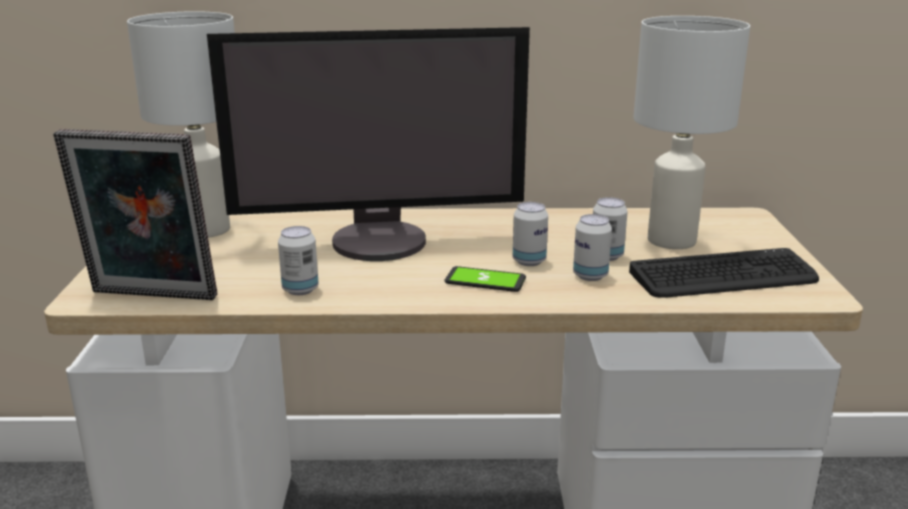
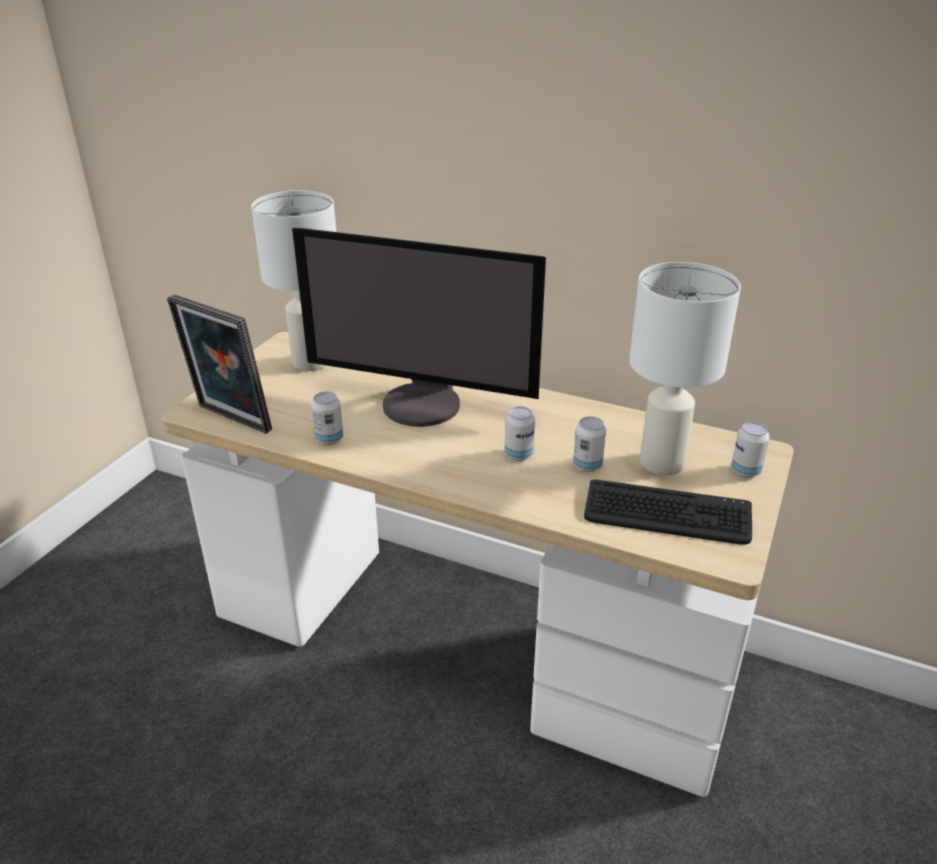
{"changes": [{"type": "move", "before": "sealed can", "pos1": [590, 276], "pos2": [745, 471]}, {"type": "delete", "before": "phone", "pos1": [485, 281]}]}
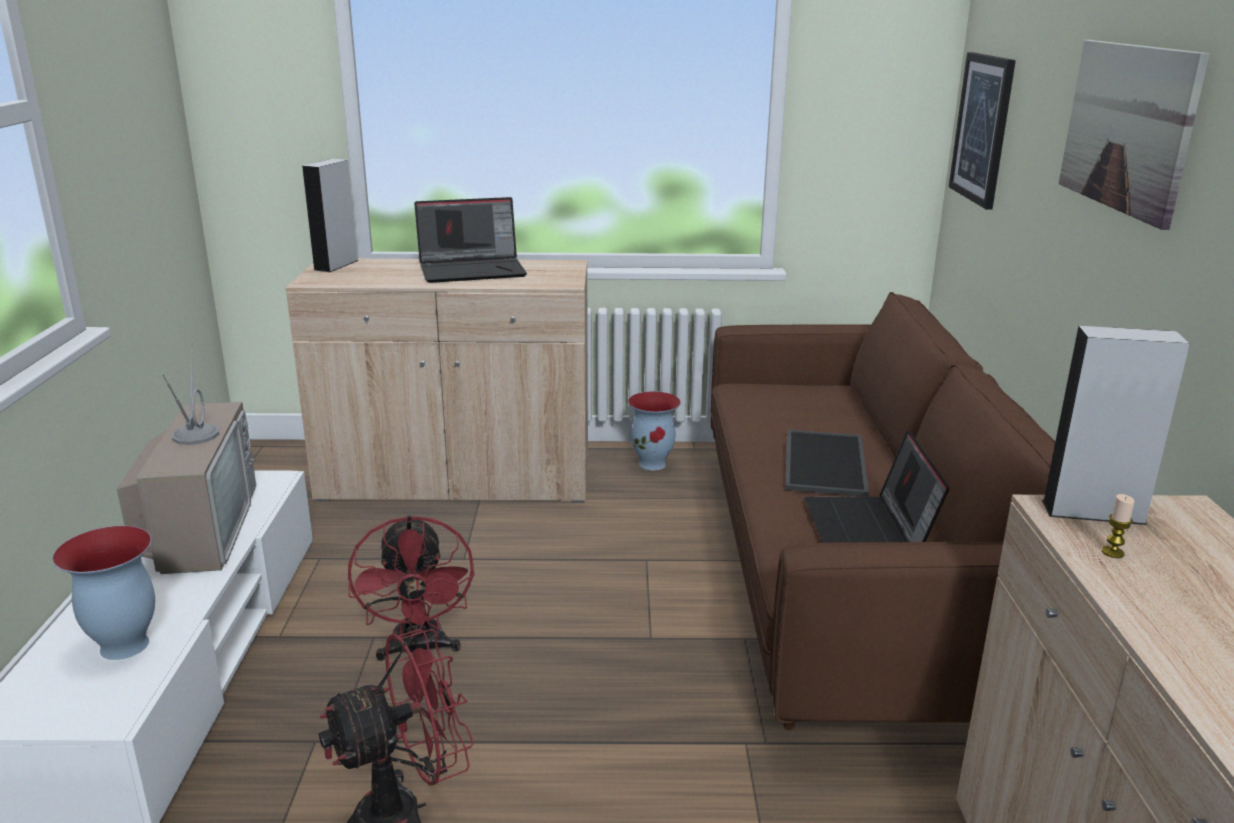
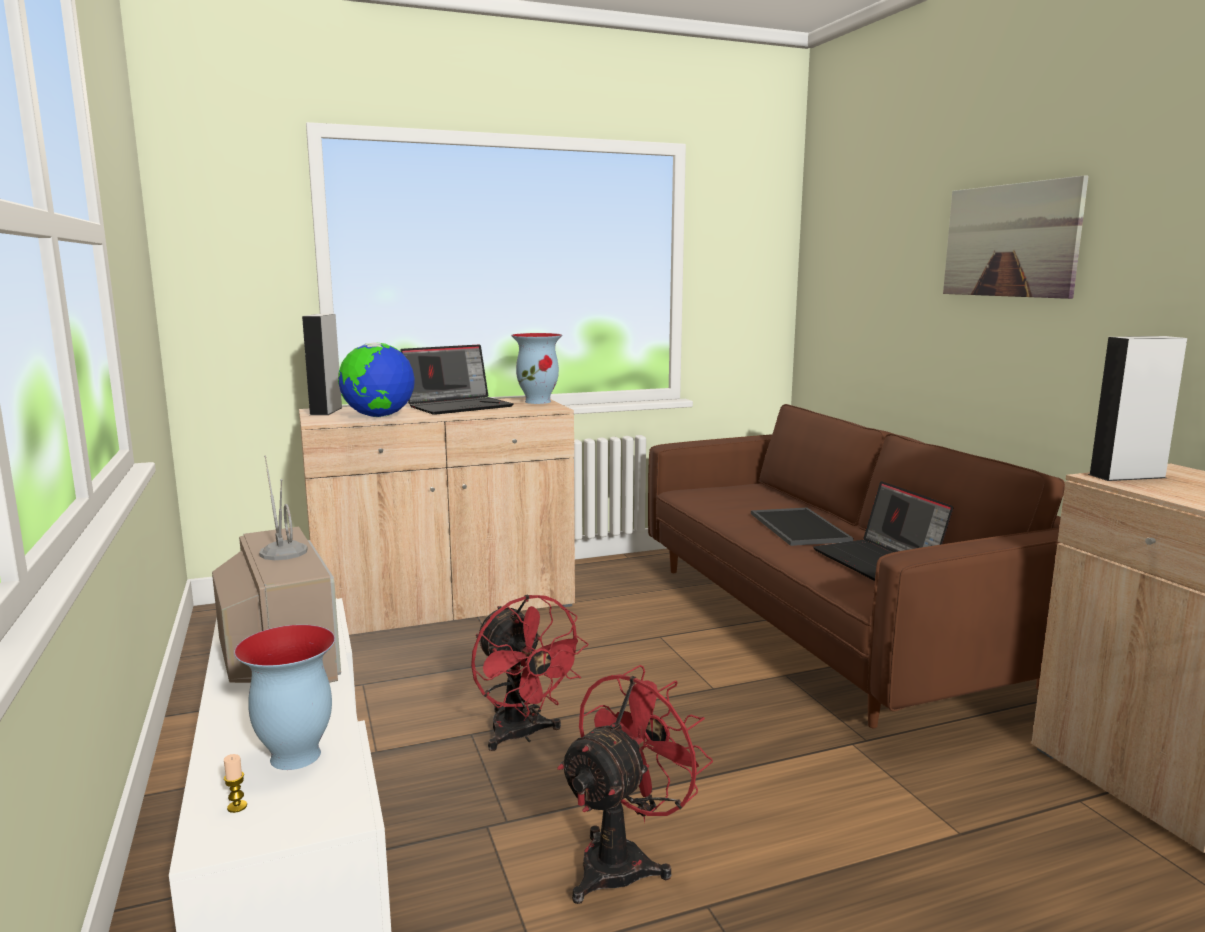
{"changes": [{"type": "delete", "before": "wall picture", "pos1": [982, 128]}, {"type": "move", "before": "vase", "pos1": [653, 464], "pos2": [538, 401]}, {"type": "move", "before": "candle", "pos1": [1112, 552], "pos2": [237, 807]}, {"type": "insert", "after": "globe", "pos2": [378, 416]}]}
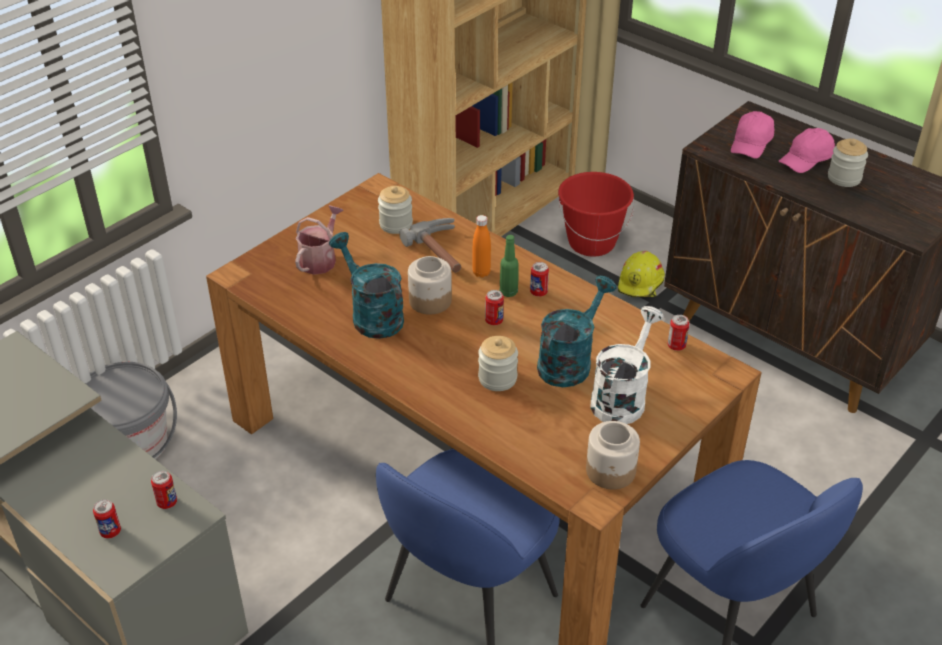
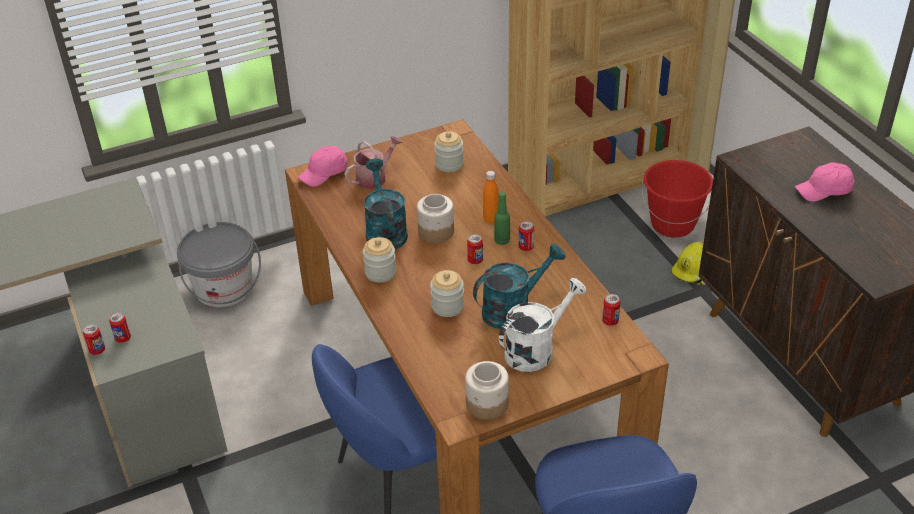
{"changes": [{"type": "move", "before": "pinkish cap", "pos1": [751, 144], "pos2": [324, 173]}, {"type": "move", "before": "preserve jar", "pos1": [844, 178], "pos2": [380, 272]}, {"type": "delete", "before": "tool hammer", "pos1": [444, 251]}, {"type": "move", "before": "sealed can", "pos1": [167, 502], "pos2": [97, 350]}]}
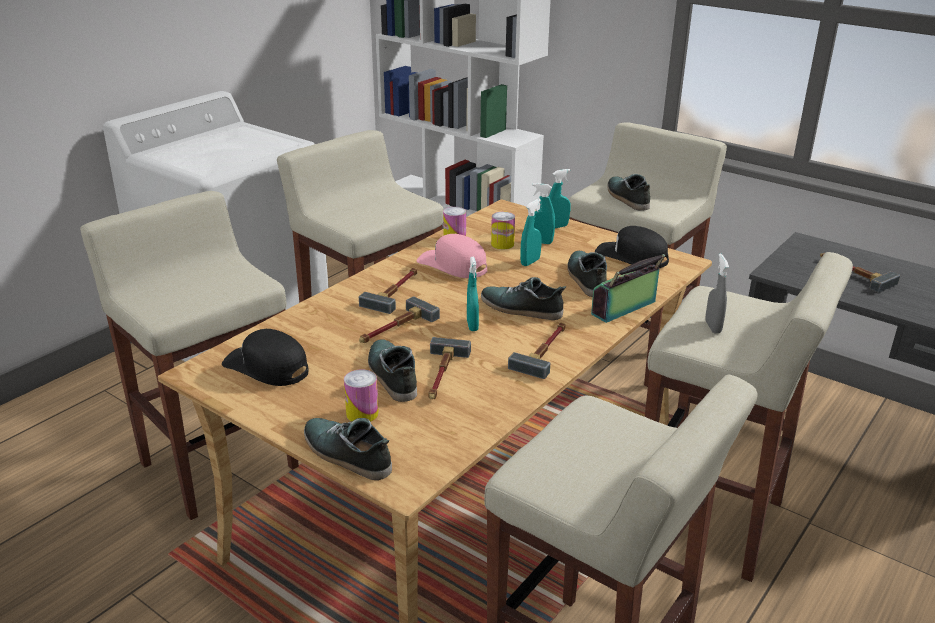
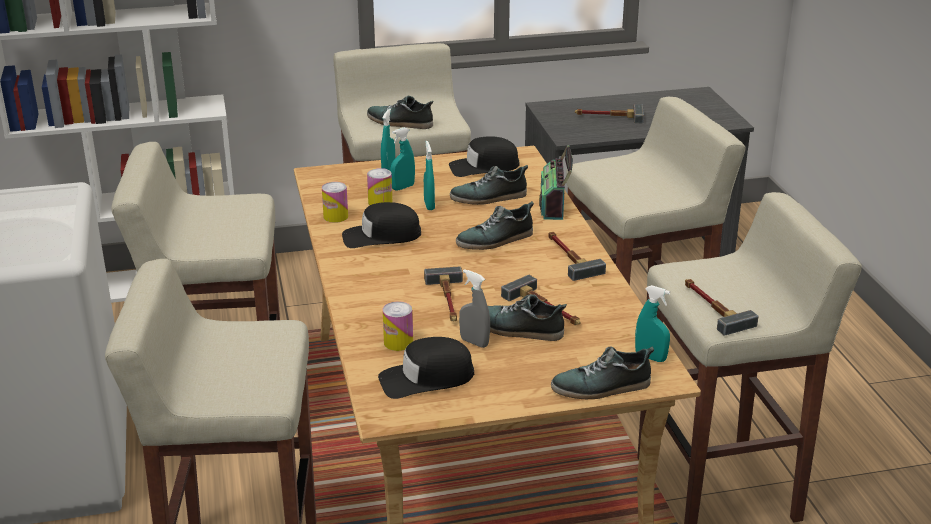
{"changes": [{"type": "recolor", "before": "pinkish cap", "after": "black-coloured cap", "pos1": [453, 265], "pos2": [381, 236]}, {"type": "rotate", "before": "item of footwear", "pos1": [585, 278], "pos2": [489, 197], "turn": -45}, {"type": "move", "before": "grey sprayer", "pos1": [713, 327], "pos2": [474, 342]}, {"type": "move", "before": "turquoise sprayer", "pos1": [472, 325], "pos2": [650, 357]}, {"type": "move", "before": "tool hammer", "pos1": [396, 291], "pos2": [712, 308]}, {"type": "move", "before": "sealed can", "pos1": [362, 414], "pos2": [398, 342]}]}
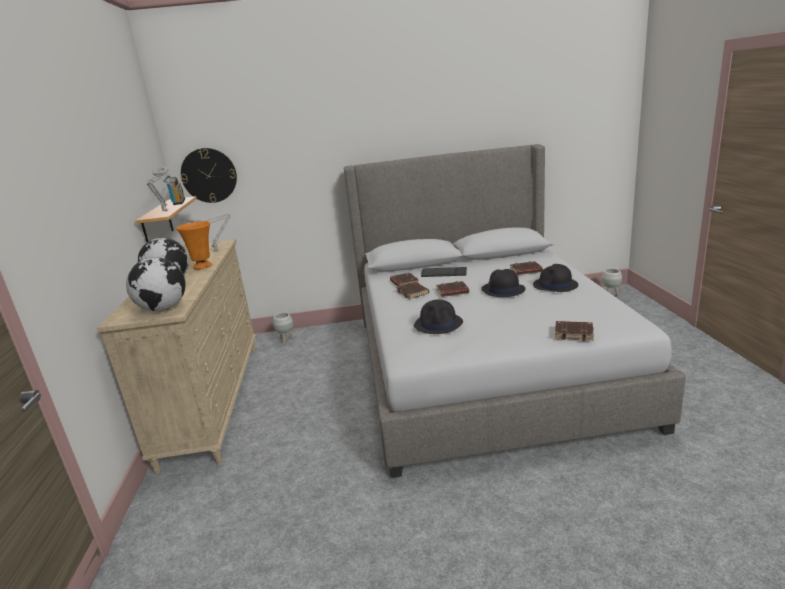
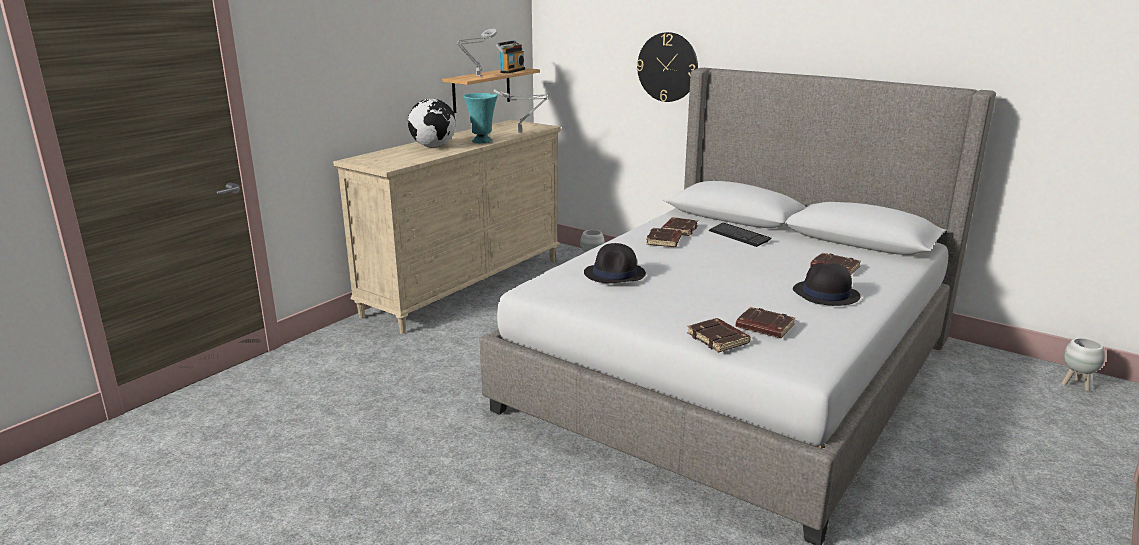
{"changes": [{"type": "move", "before": "hanging clock", "pos1": [209, 175], "pos2": [667, 67]}, {"type": "recolor", "before": "orangey vase", "after": "turquoise vase", "pos1": [203, 266], "pos2": [482, 141]}, {"type": "delete", "before": "globe", "pos1": [163, 309]}, {"type": "delete", "before": "black-coloured hat", "pos1": [502, 290]}, {"type": "move", "before": "brown bound book", "pos1": [452, 292], "pos2": [763, 327]}]}
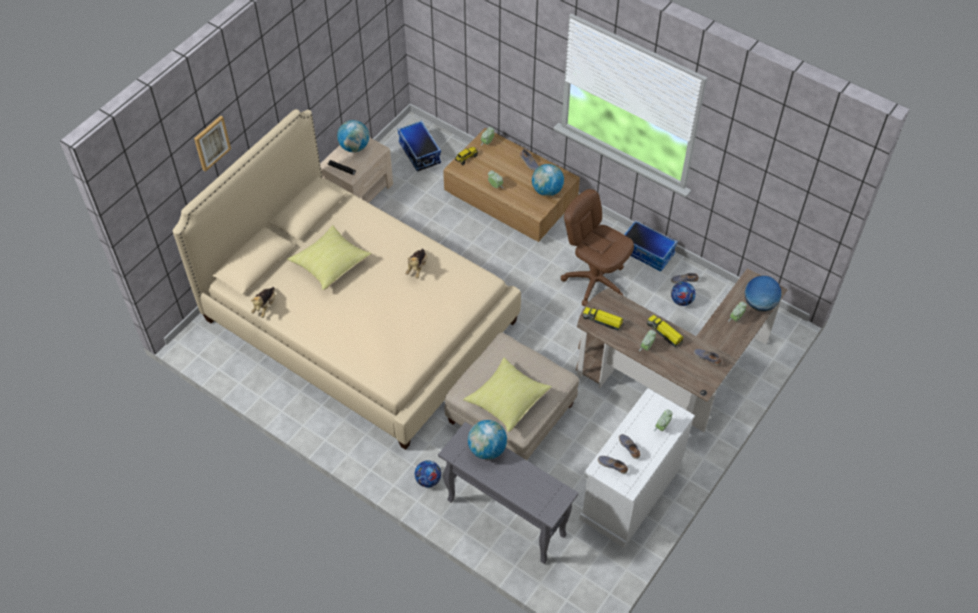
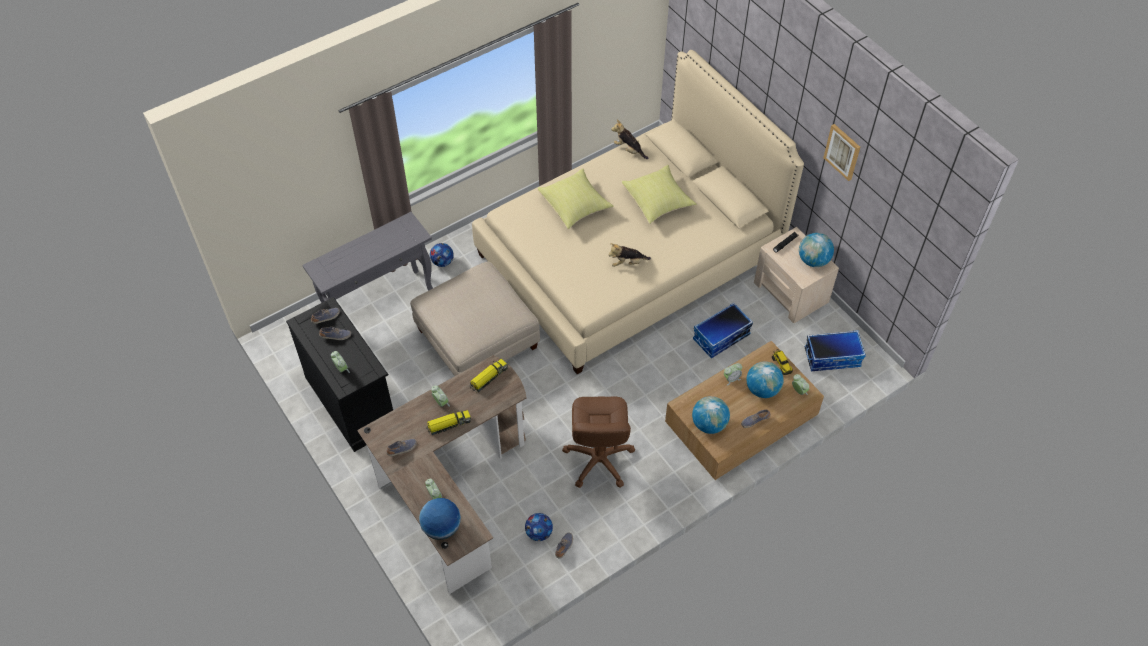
{"changes": [{"type": "move", "before": "wall picture", "pos1": [211, 143], "pos2": [842, 151]}, {"type": "rotate", "before": "brown desk chair", "pos1": [594, 281], "pos2": [598, 460], "turn": 120}, {"type": "move", "before": "storage container", "pos1": [647, 252], "pos2": [721, 337]}, {"type": "rotate", "before": "cuddly toy", "pos1": [417, 267], "pos2": [627, 263], "turn": -45}, {"type": "move", "before": "yellow-coloured pillow", "pos1": [507, 400], "pos2": [575, 206]}, {"type": "recolor", "before": "whitish drawer chest", "after": "black-coloured drawer chest", "pos1": [630, 492], "pos2": [352, 401]}, {"type": "move", "before": "globe", "pos1": [487, 449], "pos2": [762, 389]}]}
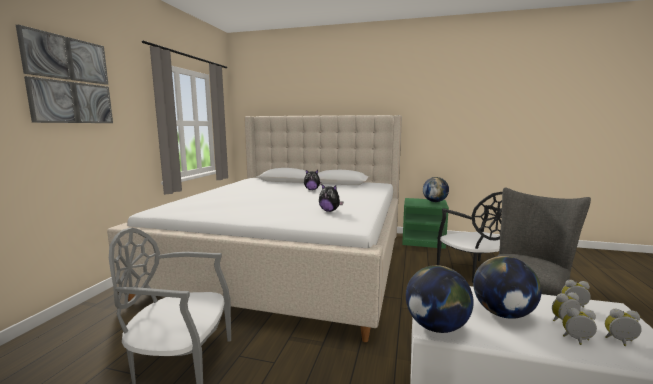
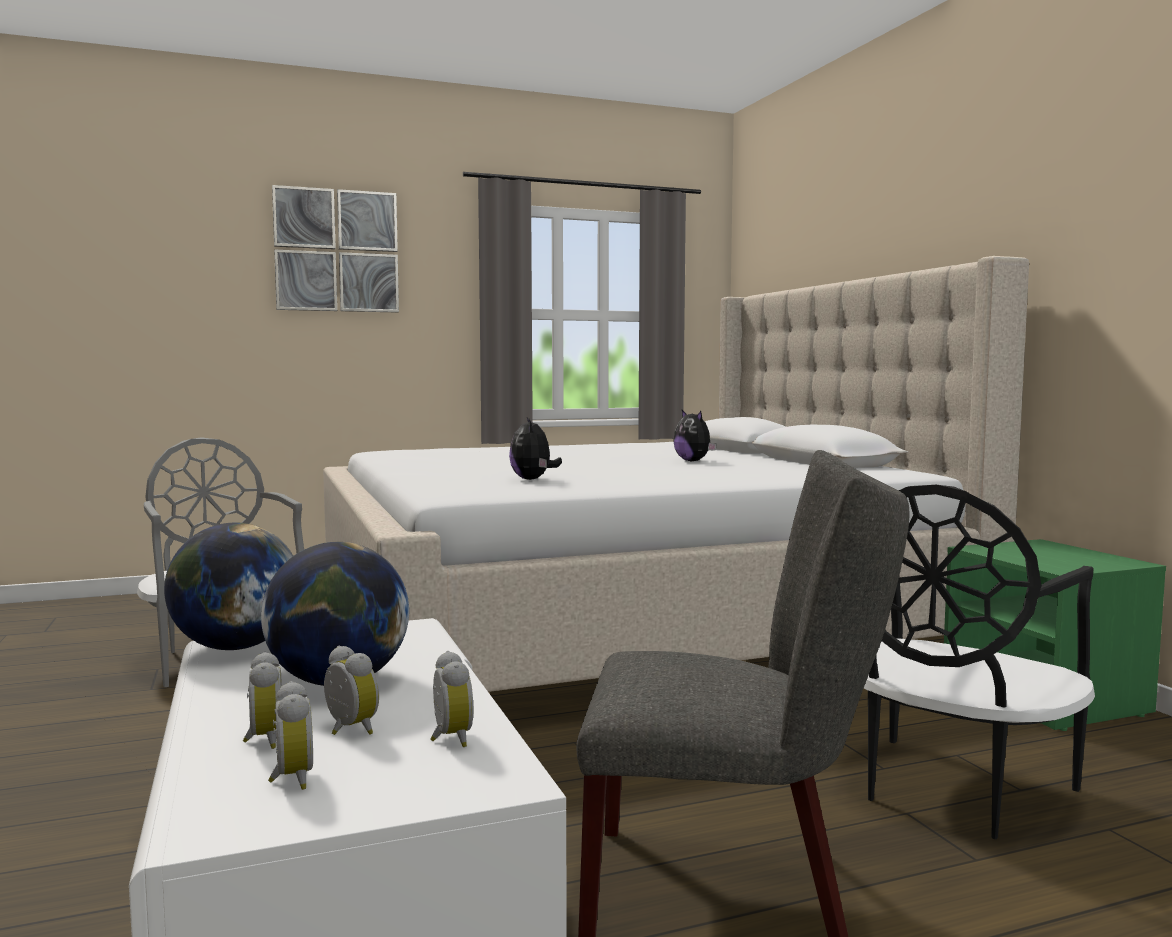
{"changes": [{"type": "delete", "before": "globe", "pos1": [434, 201]}]}
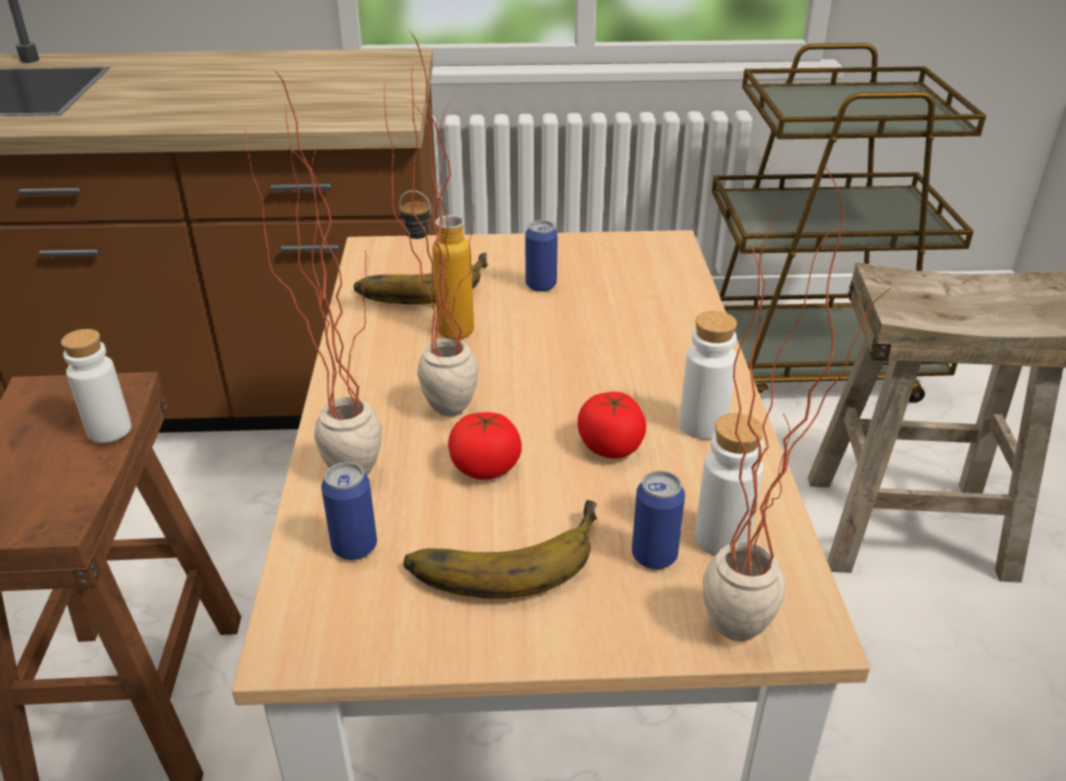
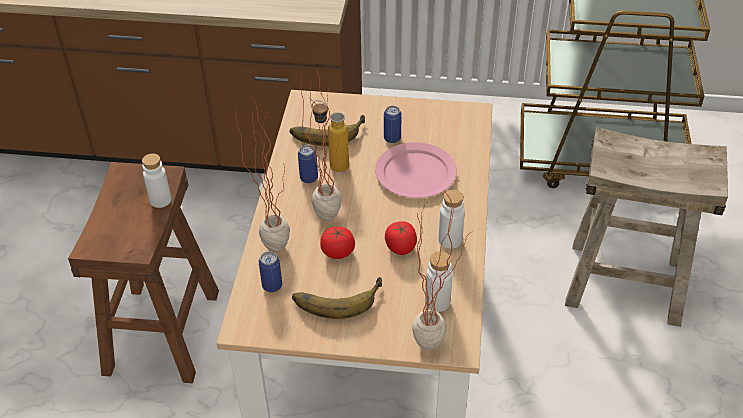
{"changes": [{"type": "move", "before": "sealed can", "pos1": [654, 556], "pos2": [309, 178]}, {"type": "insert", "after": "pinkish plate", "pos2": [416, 173]}]}
